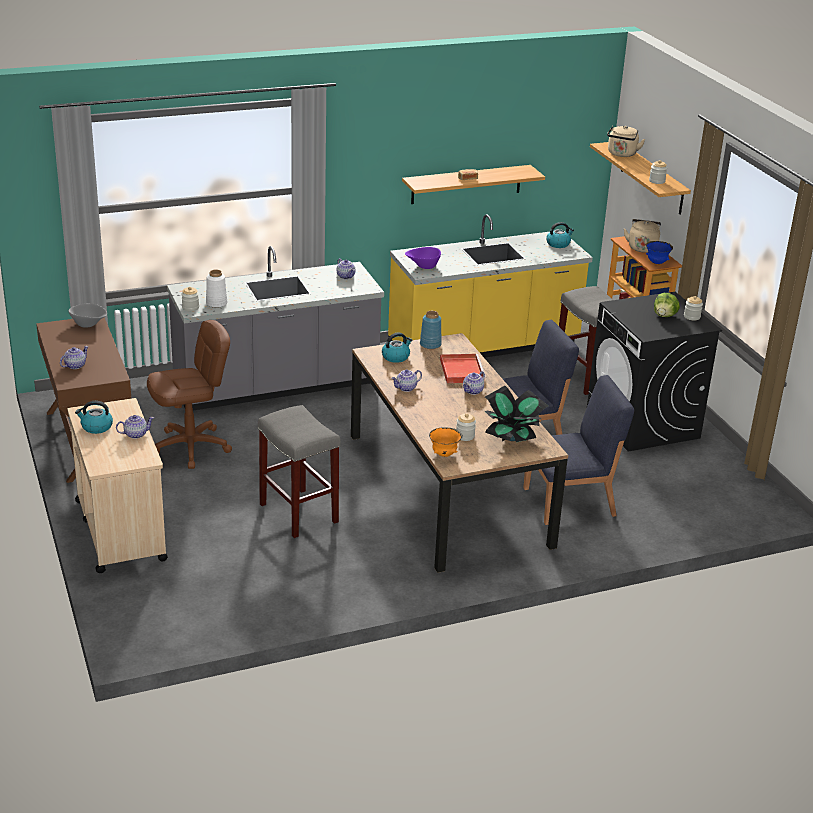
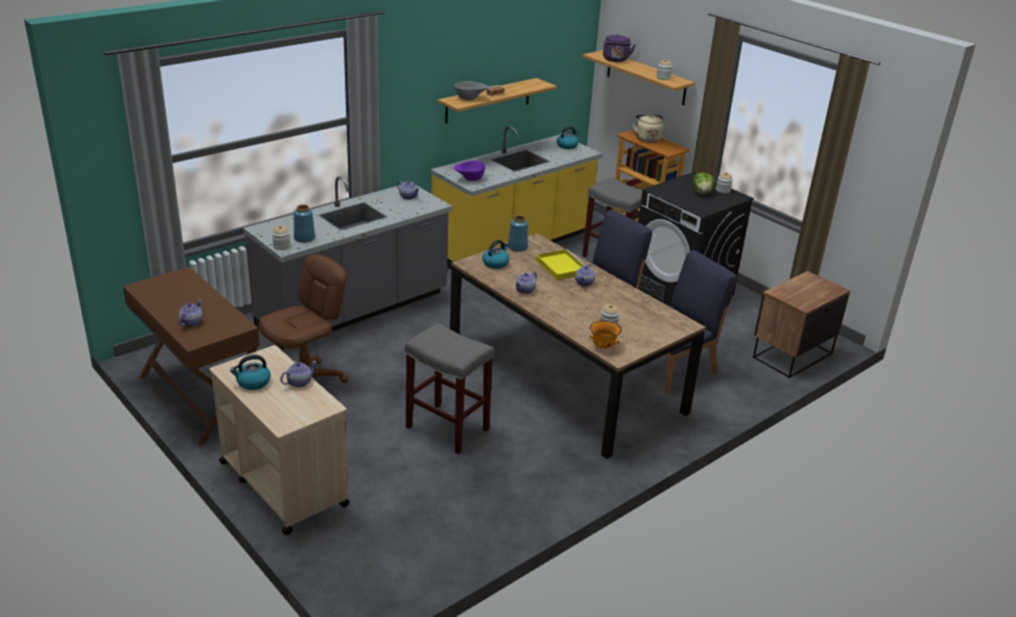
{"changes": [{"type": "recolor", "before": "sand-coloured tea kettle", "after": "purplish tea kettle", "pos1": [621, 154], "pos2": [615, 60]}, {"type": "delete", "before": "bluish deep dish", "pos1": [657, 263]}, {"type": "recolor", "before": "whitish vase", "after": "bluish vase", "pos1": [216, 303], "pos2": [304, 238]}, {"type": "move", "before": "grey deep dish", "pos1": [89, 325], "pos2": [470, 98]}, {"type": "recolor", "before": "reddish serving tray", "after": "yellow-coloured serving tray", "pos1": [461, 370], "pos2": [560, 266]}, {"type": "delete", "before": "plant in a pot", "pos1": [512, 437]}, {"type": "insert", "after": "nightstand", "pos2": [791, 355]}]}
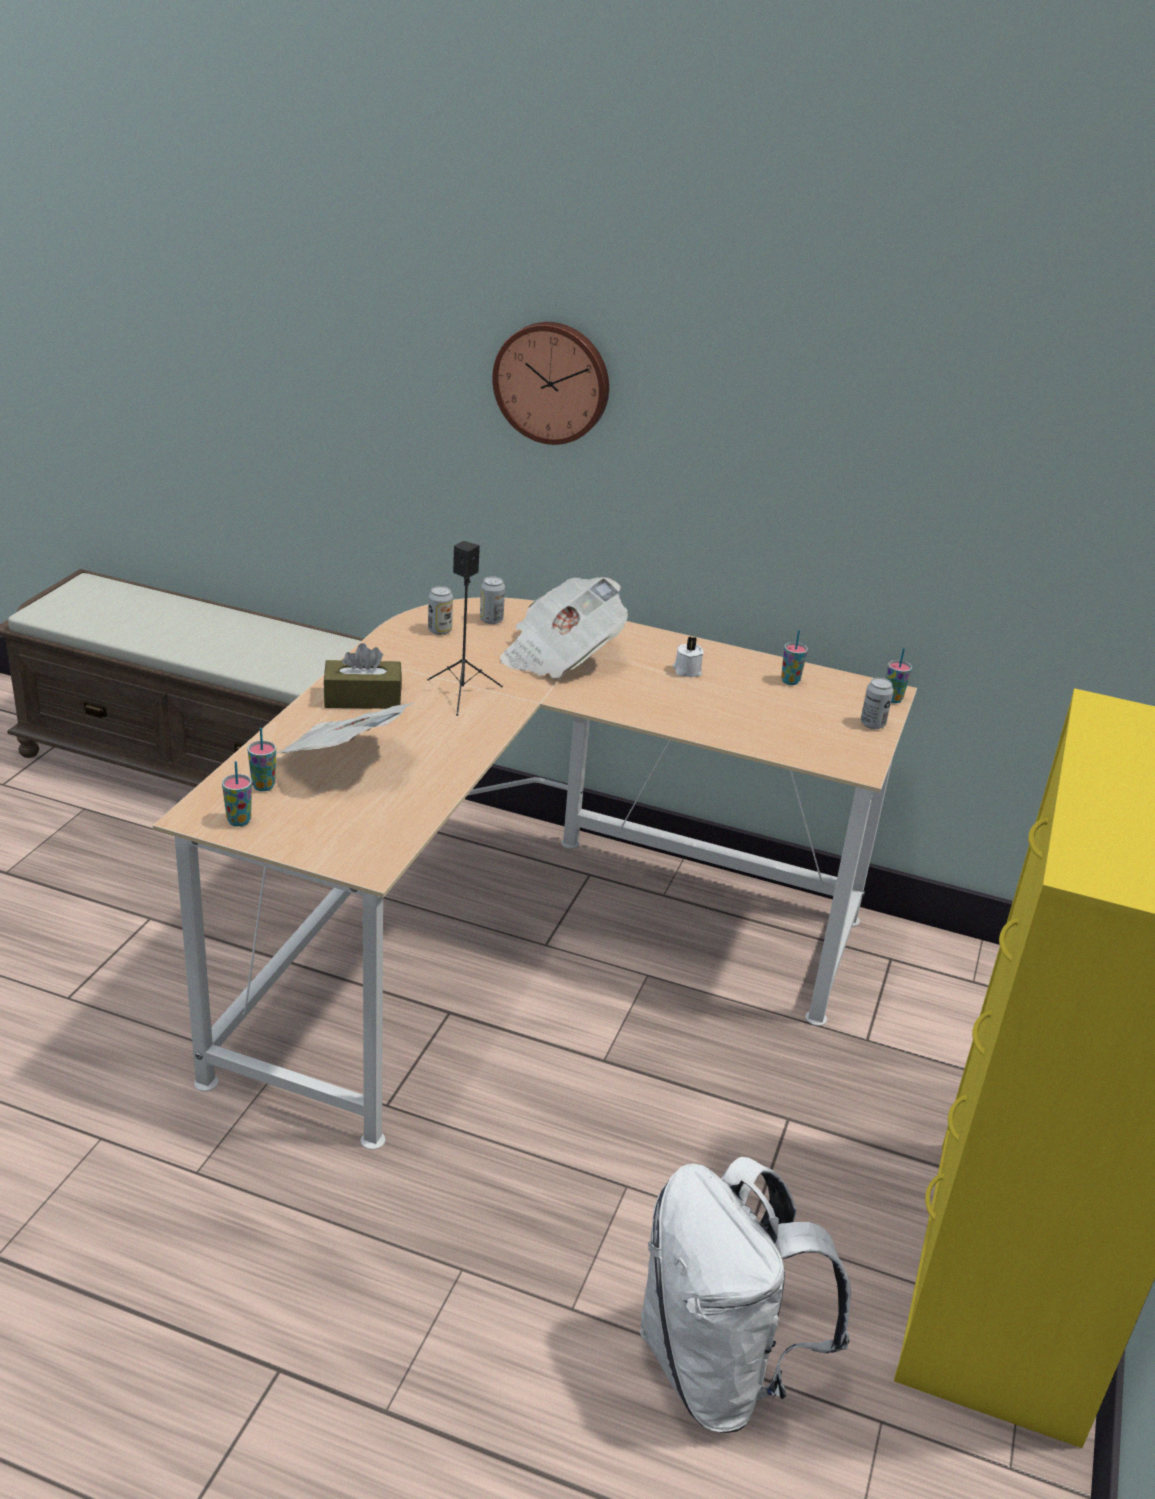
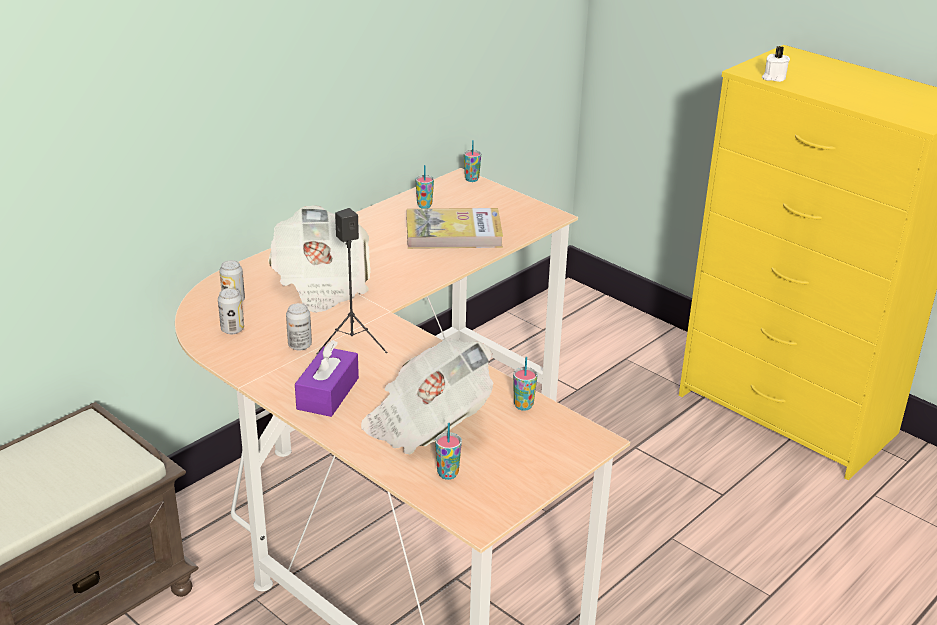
{"changes": [{"type": "delete", "before": "hanging clock", "pos1": [553, 382]}, {"type": "move", "before": "whitish candle", "pos1": [686, 671], "pos2": [773, 78]}, {"type": "recolor", "before": "brown tissue holder", "after": "purplish tissue holder", "pos1": [362, 698], "pos2": [328, 393]}, {"type": "move", "before": "sealed can", "pos1": [872, 724], "pos2": [300, 345]}, {"type": "move", "before": "drinking cup", "pos1": [239, 821], "pos2": [523, 406]}, {"type": "delete", "before": "whitish knapsack", "pos1": [720, 1369]}, {"type": "insert", "after": "bound book", "pos2": [453, 233]}]}
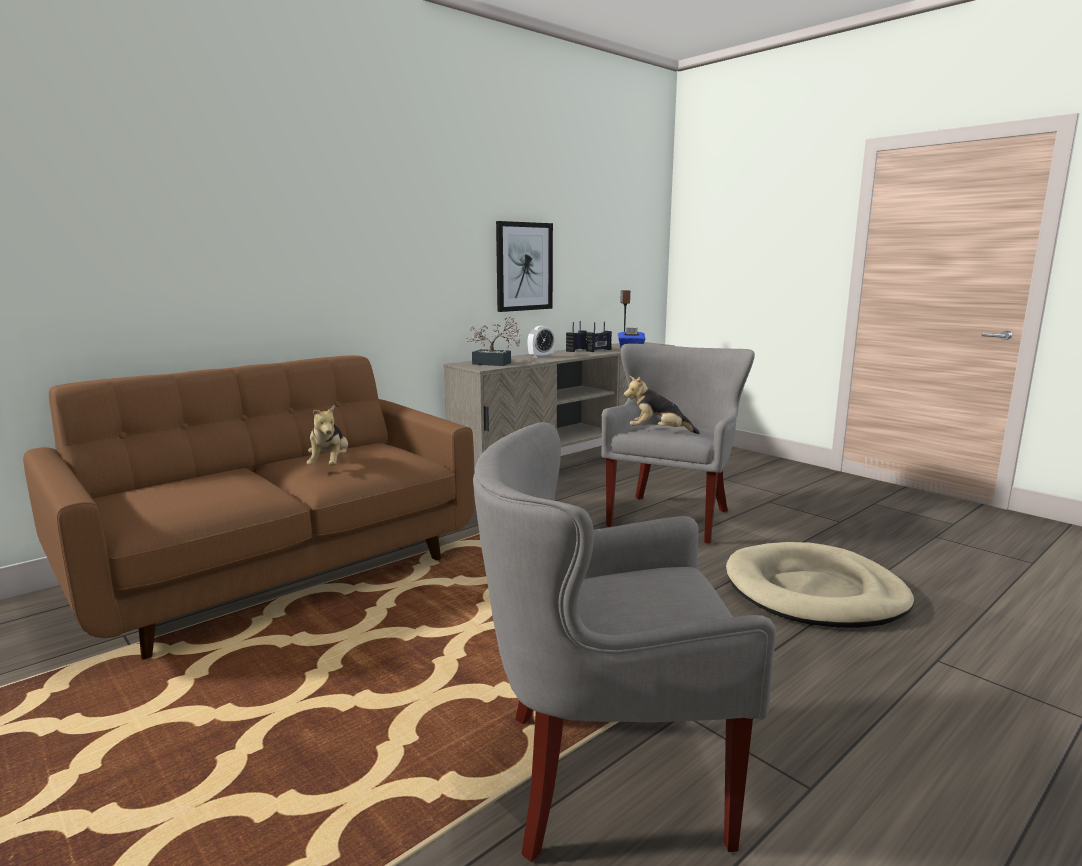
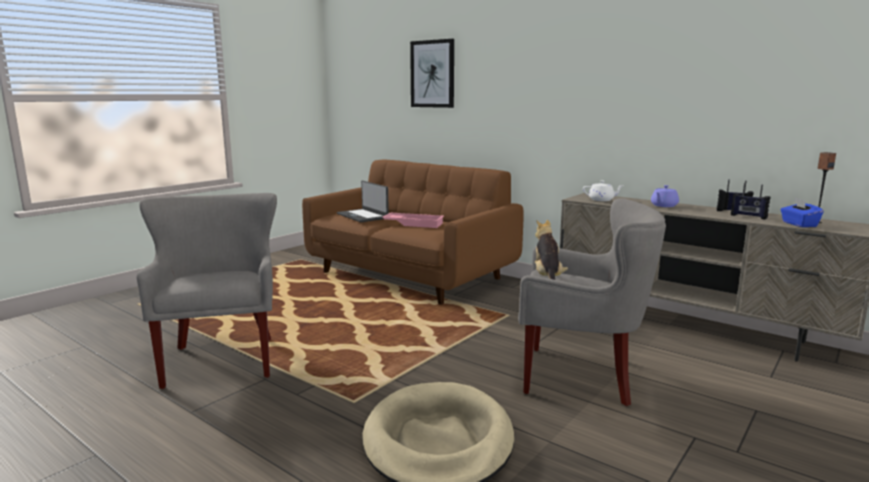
{"changes": [{"type": "move", "before": "wall picture", "pos1": [524, 266], "pos2": [432, 74]}, {"type": "replace", "before": "plant in a pot", "after": "whitish teapot", "pos1": [495, 364], "pos2": [602, 200]}, {"type": "replace", "before": "bedside clock", "after": "purplish teapot", "pos1": [541, 357], "pos2": [663, 206]}, {"type": "replace", "before": "cuddly toy", "after": "pinkish serving tray", "pos1": [330, 465], "pos2": [414, 224]}, {"type": "insert", "after": "portable computer", "pos2": [363, 216]}]}
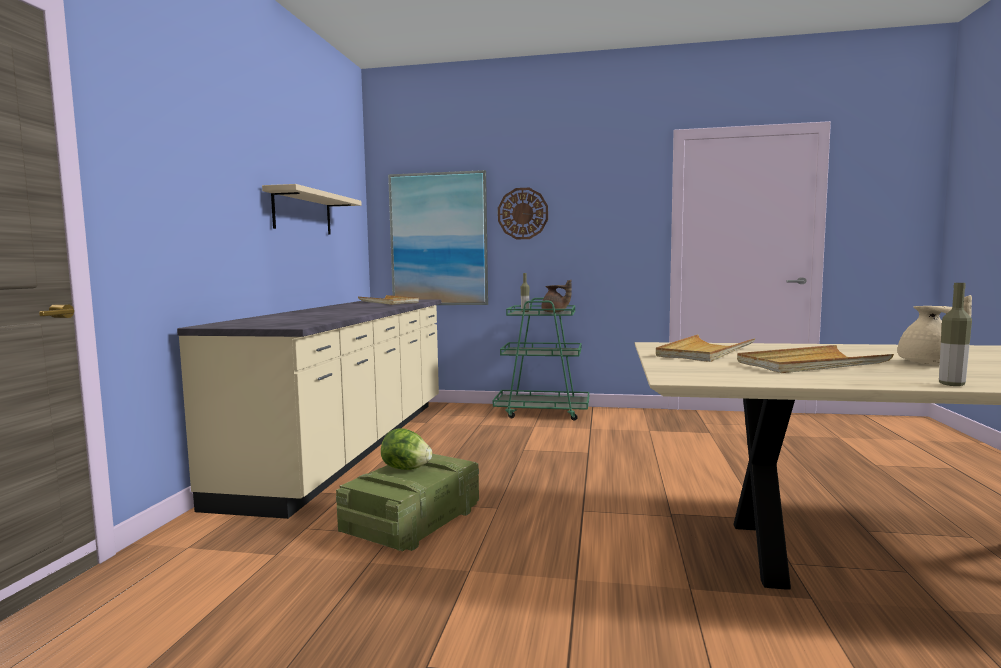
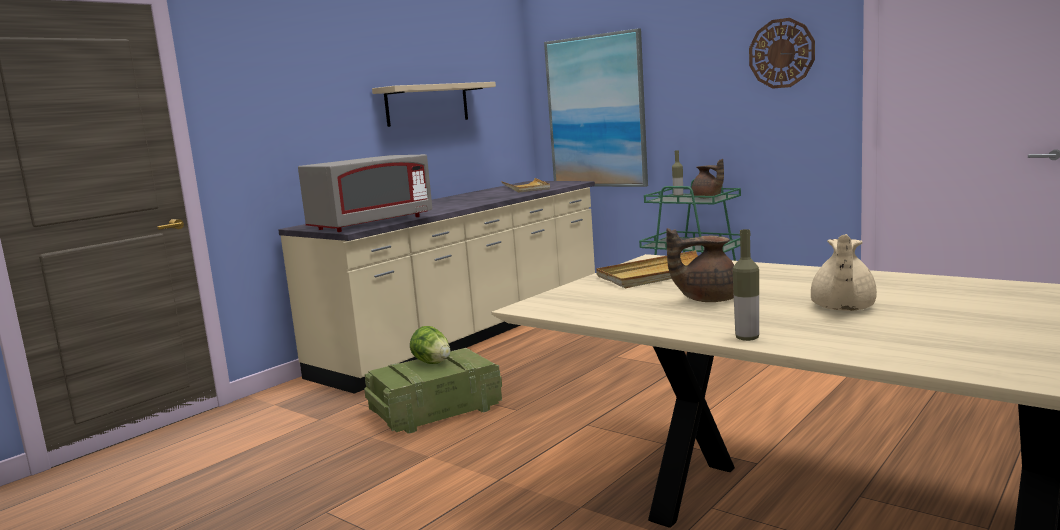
{"changes": [{"type": "move", "before": "hanging clock", "pos1": [522, 213], "pos2": [781, 53]}, {"type": "replace", "before": "sand-coloured serving tray", "after": "brown teapot", "pos1": [810, 364], "pos2": [707, 299]}, {"type": "insert", "after": "grey microwave oven", "pos2": [371, 223]}]}
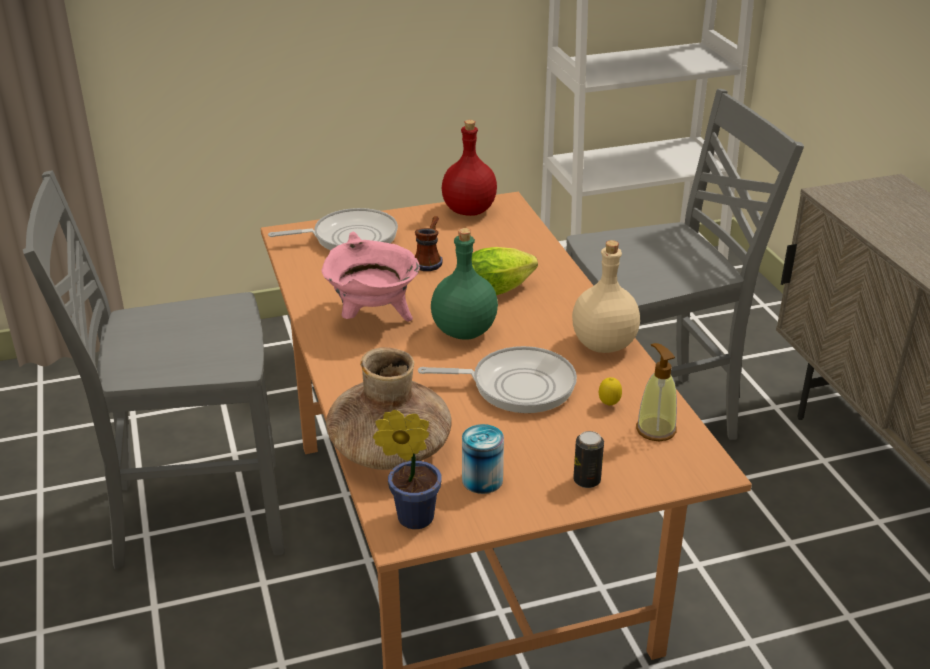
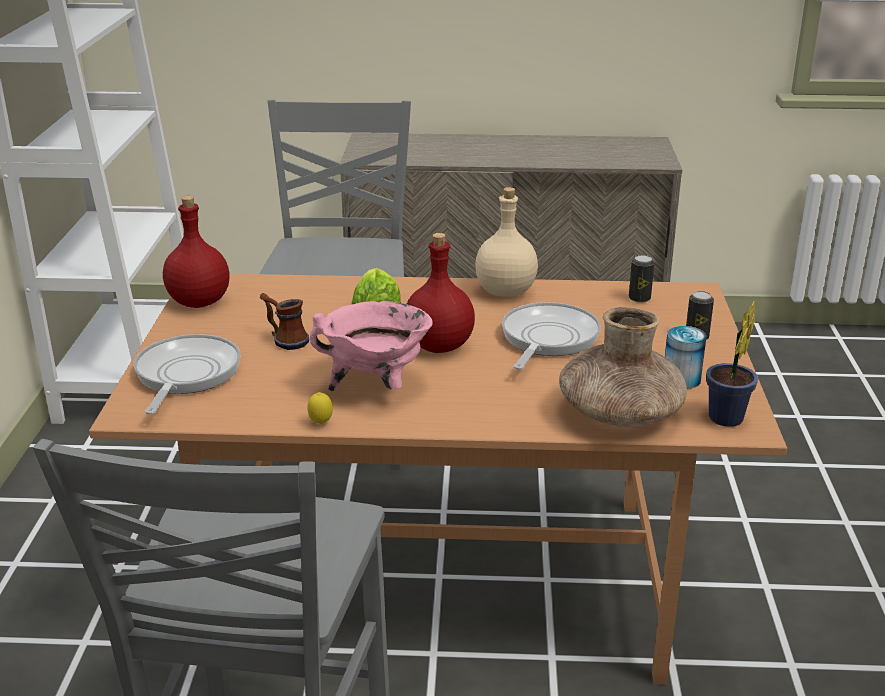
{"changes": [{"type": "recolor", "before": "green-coloured bottle", "after": "reddish bottle", "pos1": [465, 331], "pos2": [439, 345]}, {"type": "replace", "before": "liquid soap bottle", "after": "sealed can", "pos1": [655, 429], "pos2": [639, 298]}, {"type": "move", "before": "lemon", "pos1": [609, 405], "pos2": [320, 423]}]}
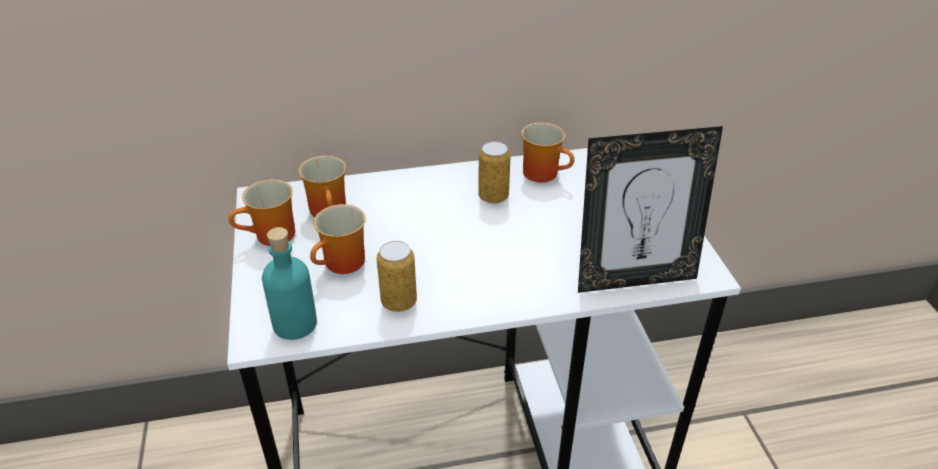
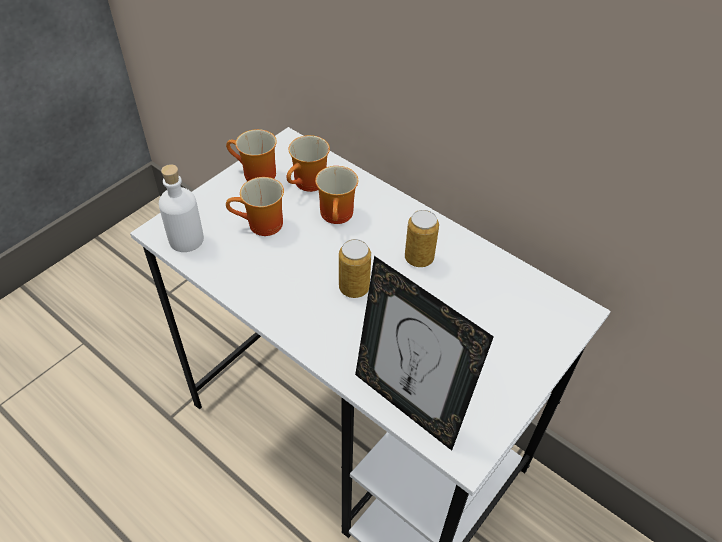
{"changes": [{"type": "move", "before": "mug", "pos1": [545, 173], "pos2": [339, 215]}, {"type": "recolor", "before": "turquoise bottle", "after": "whitish bottle", "pos1": [295, 324], "pos2": [186, 239]}, {"type": "move", "before": "sealed can", "pos1": [399, 302], "pos2": [354, 288]}]}
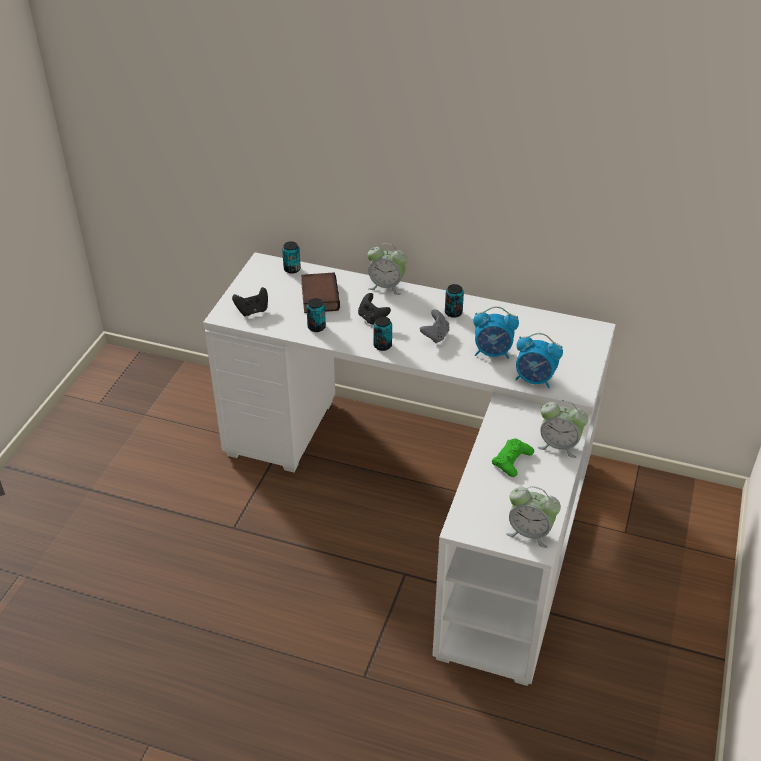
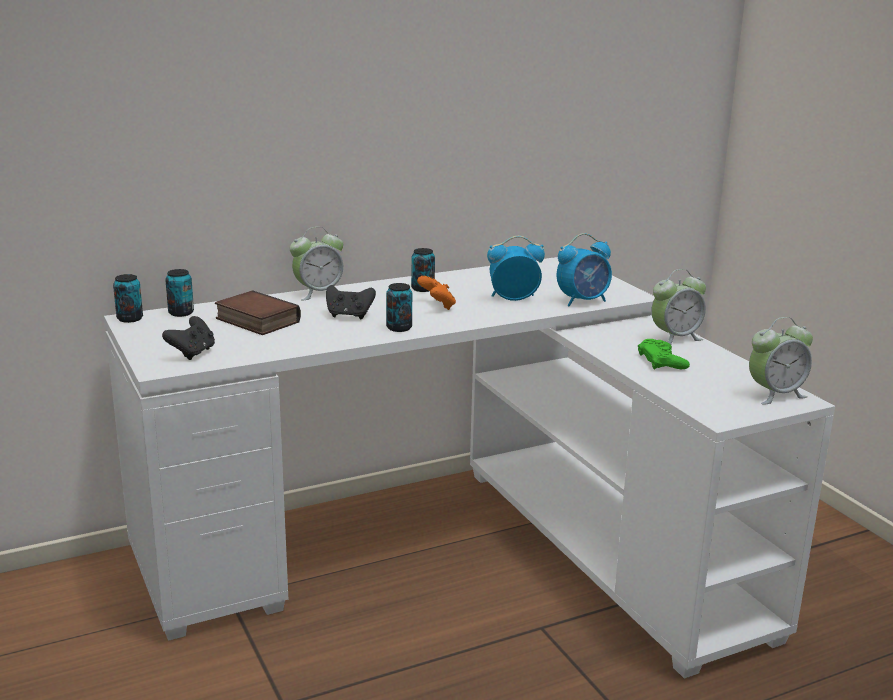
{"changes": [{"type": "move", "before": "sealed can", "pos1": [316, 327], "pos2": [130, 319]}, {"type": "rotate", "before": "bedside clock", "pos1": [493, 353], "pos2": [513, 299], "turn": -150}, {"type": "recolor", "before": "grey game controller", "after": "orangey game controller", "pos1": [435, 336], "pos2": [437, 306]}]}
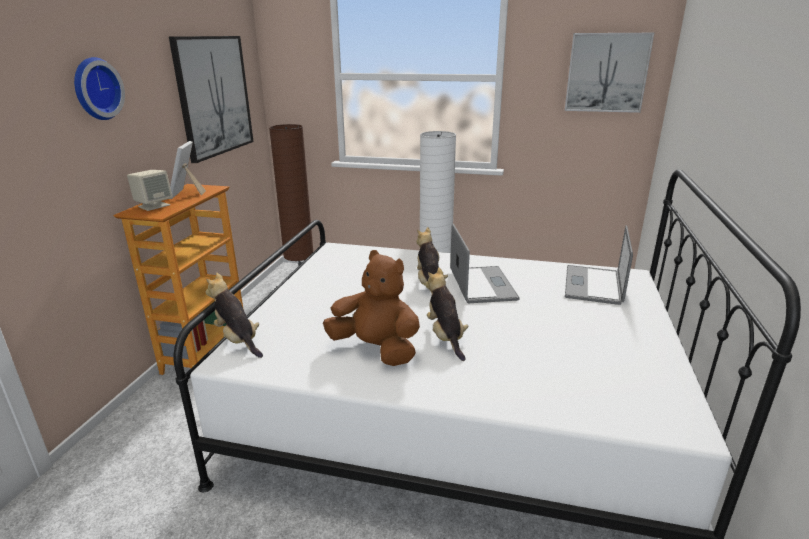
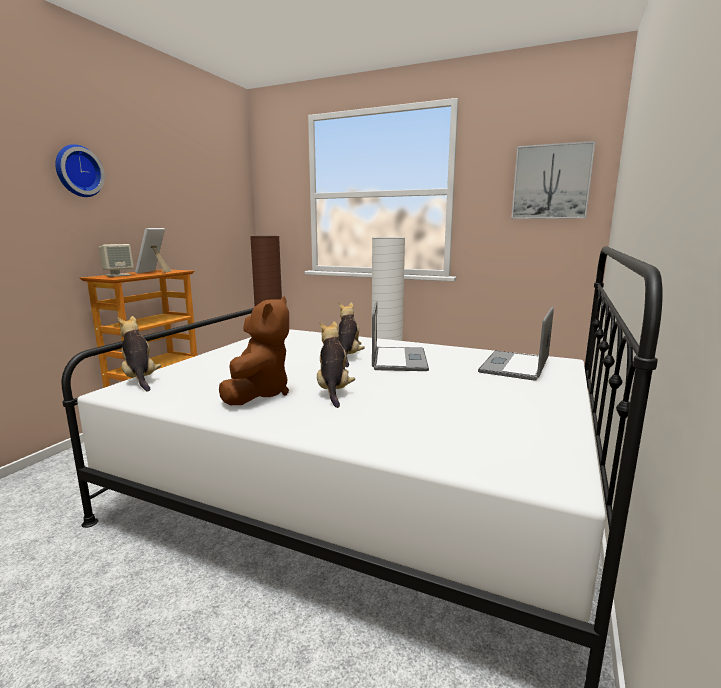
{"changes": [{"type": "delete", "before": "wall picture", "pos1": [214, 96]}, {"type": "rotate", "before": "brown cuddly toy", "pos1": [376, 349], "pos2": [258, 393], "turn": 60}]}
